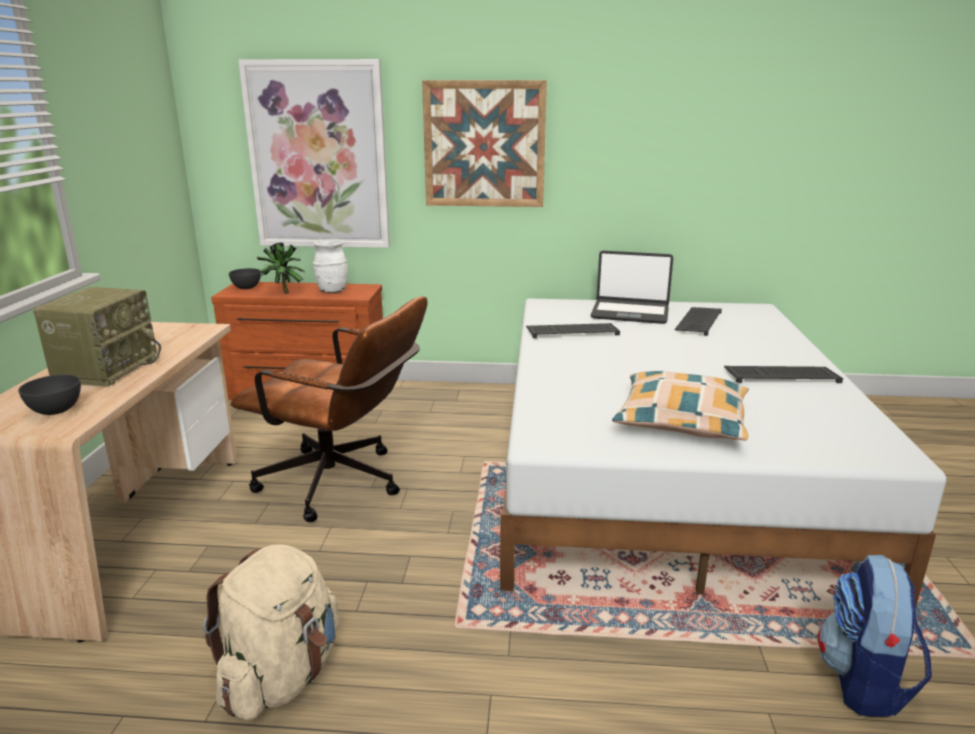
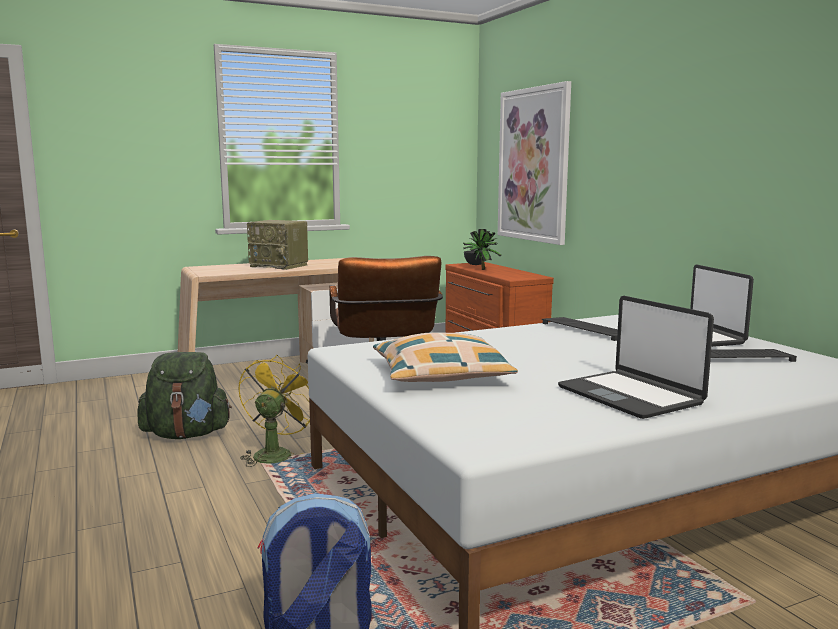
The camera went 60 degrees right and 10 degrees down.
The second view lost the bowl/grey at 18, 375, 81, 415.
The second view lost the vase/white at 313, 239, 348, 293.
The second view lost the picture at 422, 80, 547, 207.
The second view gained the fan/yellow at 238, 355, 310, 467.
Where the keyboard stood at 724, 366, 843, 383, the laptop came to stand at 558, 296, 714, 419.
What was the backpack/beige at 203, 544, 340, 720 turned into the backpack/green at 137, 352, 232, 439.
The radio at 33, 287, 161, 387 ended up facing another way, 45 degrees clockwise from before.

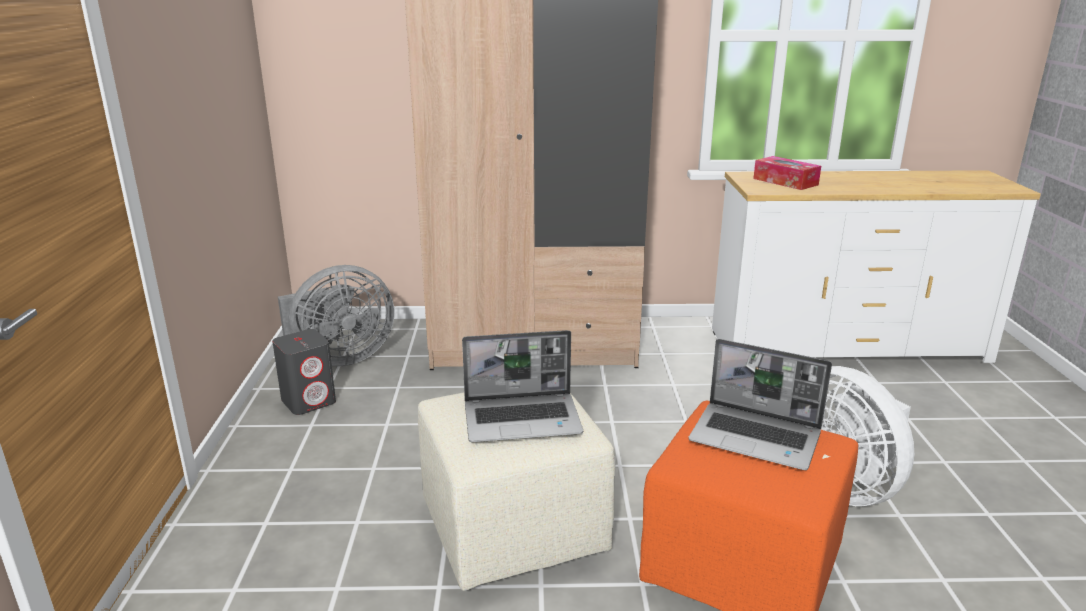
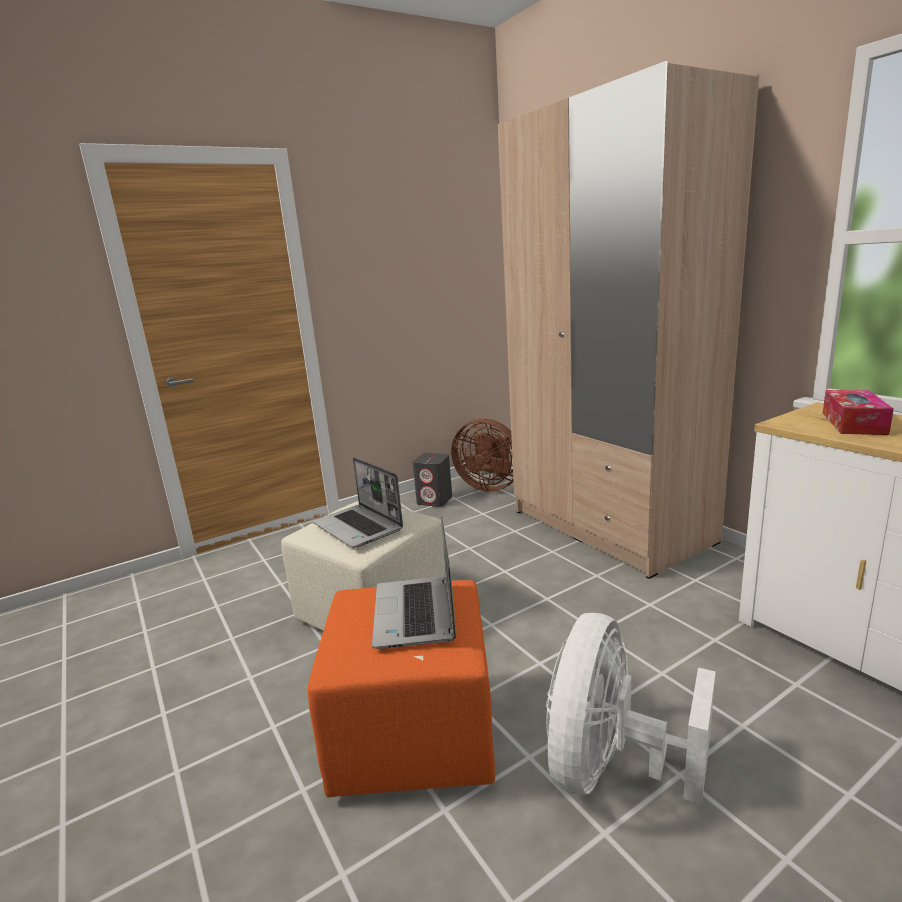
The camera went 60 degrees right and 5 degrees down.
What was the fan/grey at 278, 265, 394, 366 turned into the fan/brown at 451, 419, 513, 492.

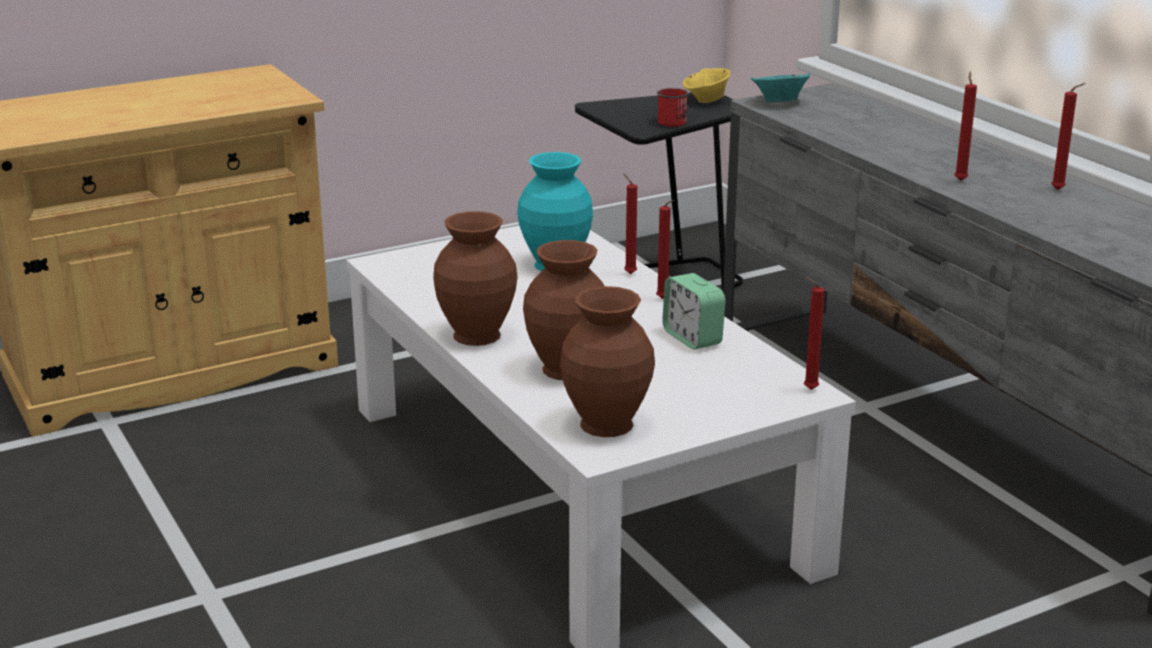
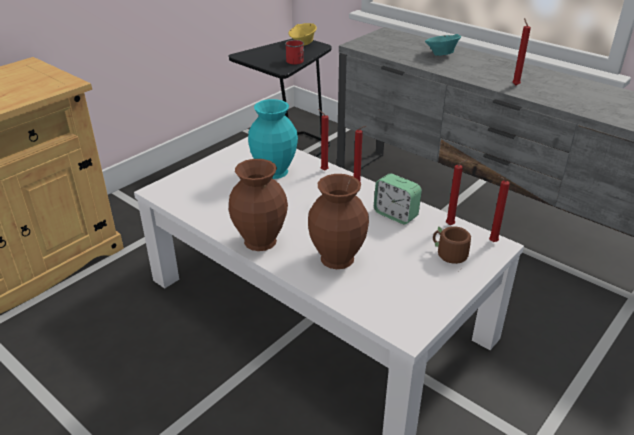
The camera went 20 degrees left and 10 degrees up.
The second view lost the vase/brown at 560, 286, 655, 437.
The second view gained the mug/brown at 433, 226, 471, 272.
The bowl/turquoise ended up elsewhere, having gone from 751, 73, 810, 102 to 425, 34, 461, 56.
The candle/red ended up elsewhere, having gone from 1051, 83, 1085, 190 to 446, 159, 468, 225.

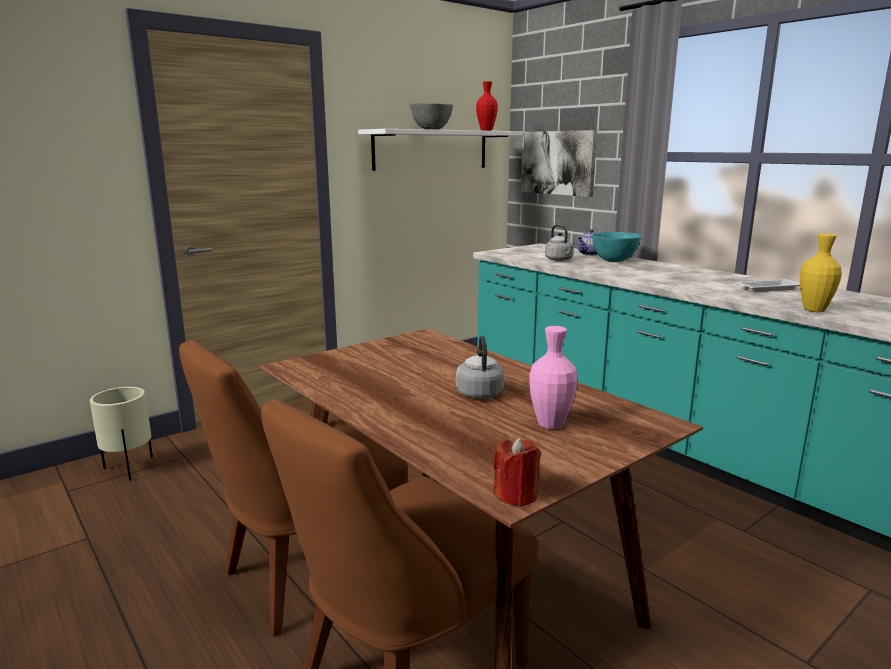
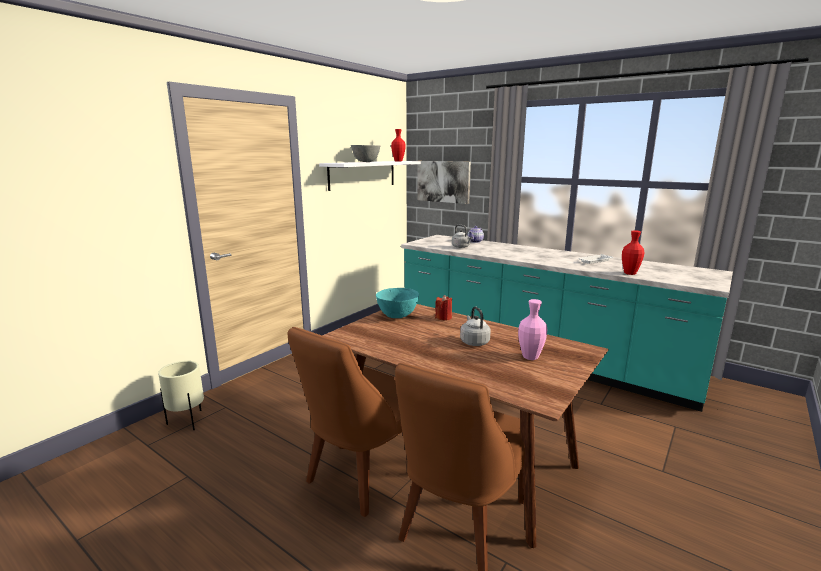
The camera went 15 degrees left and 0 degrees up.
The candle/red ended up elsewhere, having gone from 493, 438, 541, 507 to 435, 295, 452, 320.
The bowl/turquoise ended up elsewhere, having gone from 592, 232, 642, 262 to 376, 288, 419, 318.
What was the vase/yellow at 800, 234, 842, 312 turned into the vase/red at 622, 230, 645, 275.

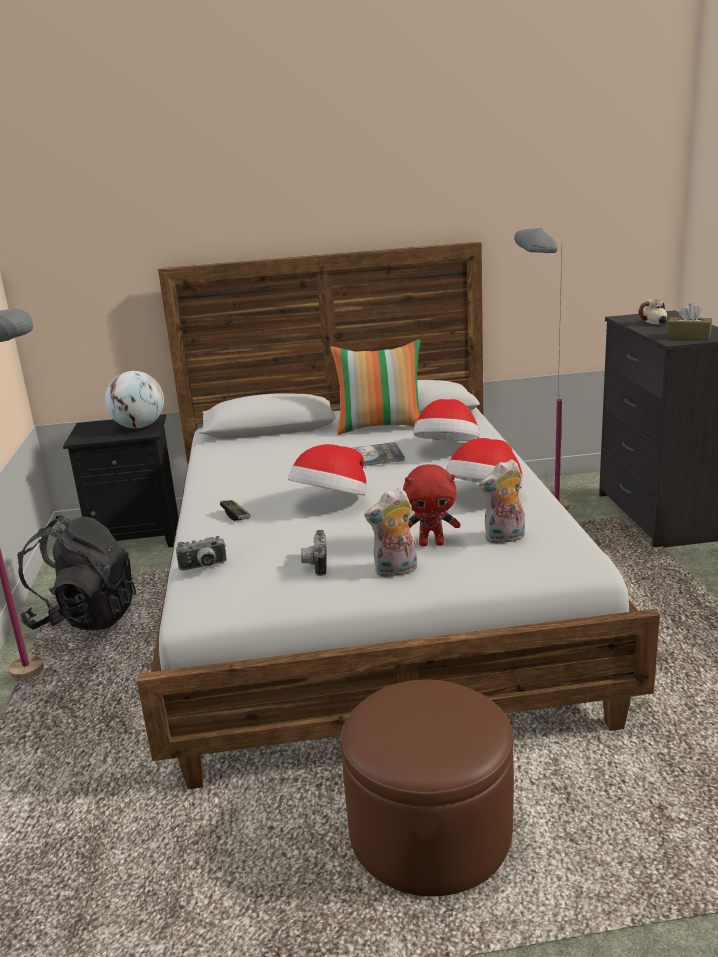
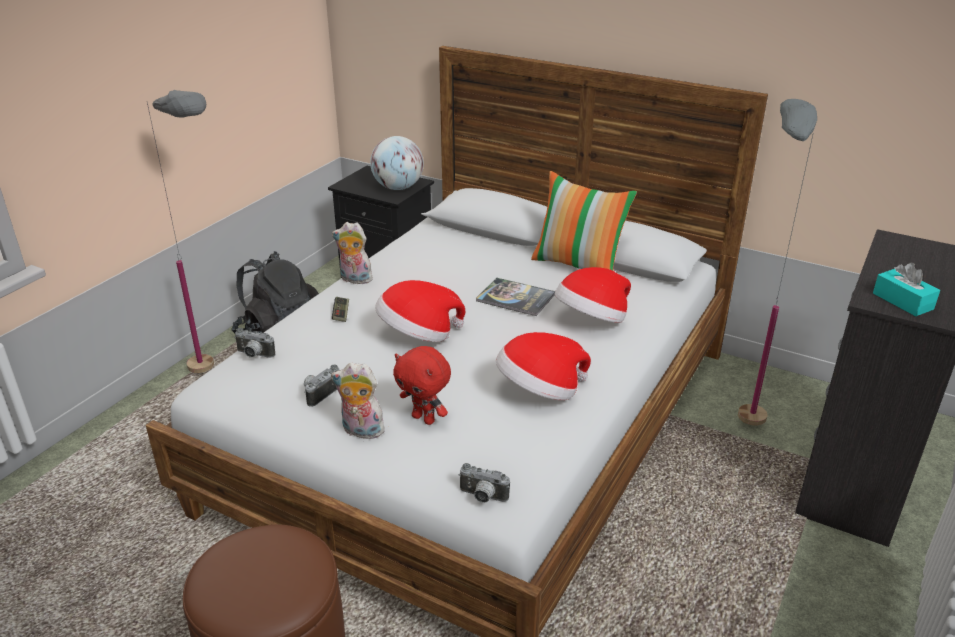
The camera went 35 degrees right and 10 degrees up.
The second view lost the mug at 639, 299, 668, 325.
The second view gained the photo camera at 458, 463, 510, 503.
The plush toy ended up elsewhere, having gone from 479, 459, 525, 544 to 332, 222, 373, 284.
What was the tissue box/brown at 667, 303, 712, 340 turned into the tissue box/turquoise at 873, 263, 940, 316.

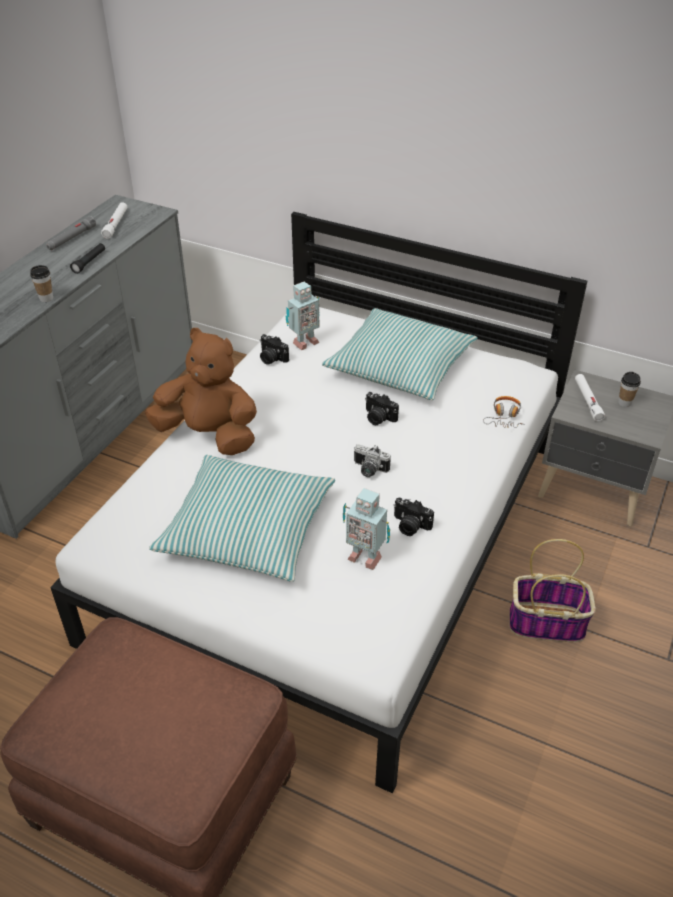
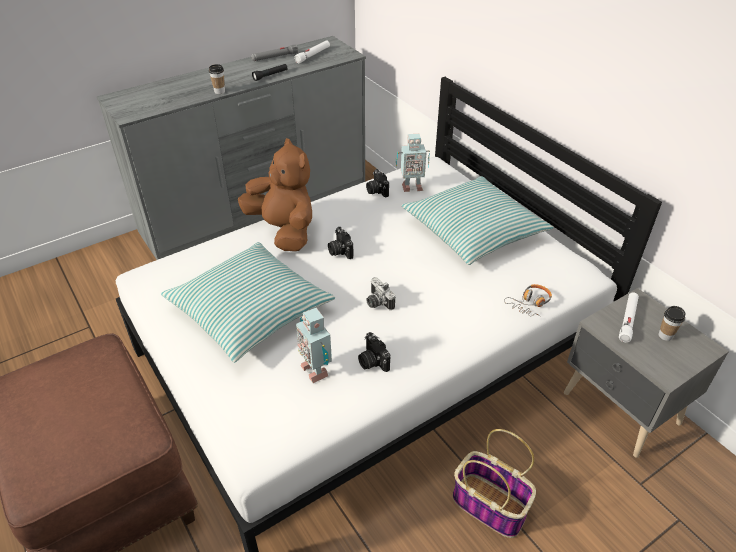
The camera went 30 degrees right and 0 degrees up.
The photo camera ended up elsewhere, having gone from 365, 392, 399, 425 to 328, 227, 354, 259.

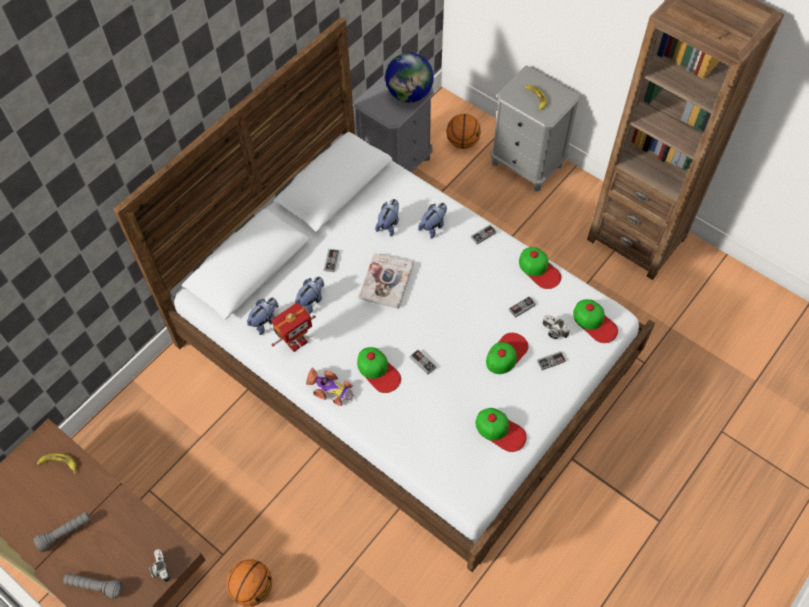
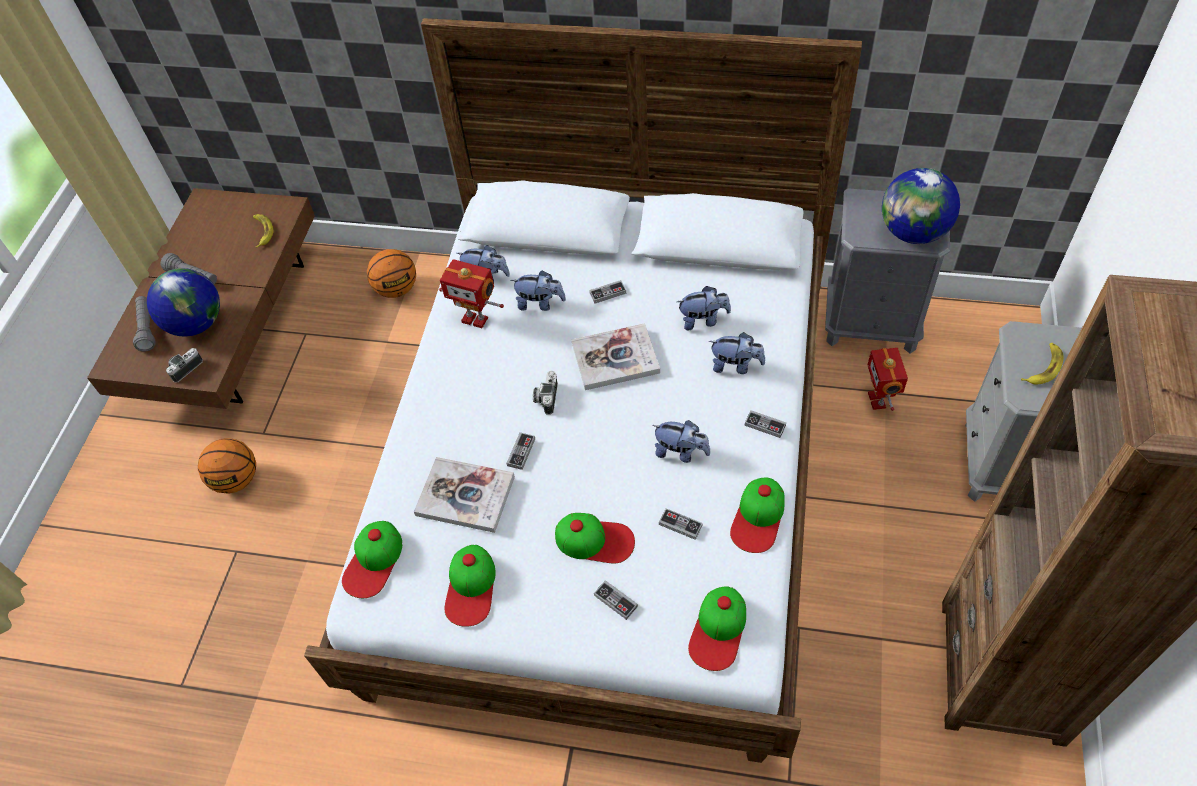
The camera went 65 degrees right and 5 degrees down.
The second view lost the toy car at 306, 367, 355, 406.
The second view gained the globe at 147, 268, 220, 336.
The second view gained the book at 414, 457, 515, 533.
The second view gained the plush toy at 652, 420, 710, 463.
The second view gained the toy robot at 868, 348, 908, 411.
The cap ended up elsewhere, having gone from 357, 347, 401, 393 to 342, 521, 402, 598.
The basketball ended up elsewhere, having gone from 446, 114, 481, 149 to 367, 249, 416, 298.
The photo camera ended up elsewhere, having gone from 542, 315, 570, 339 to 533, 370, 558, 415.

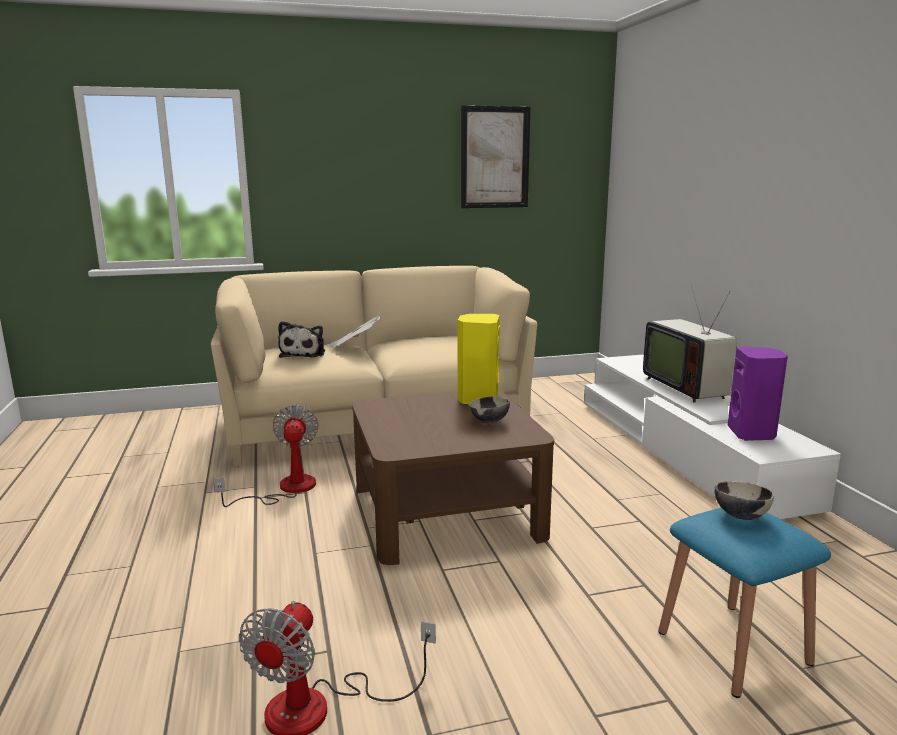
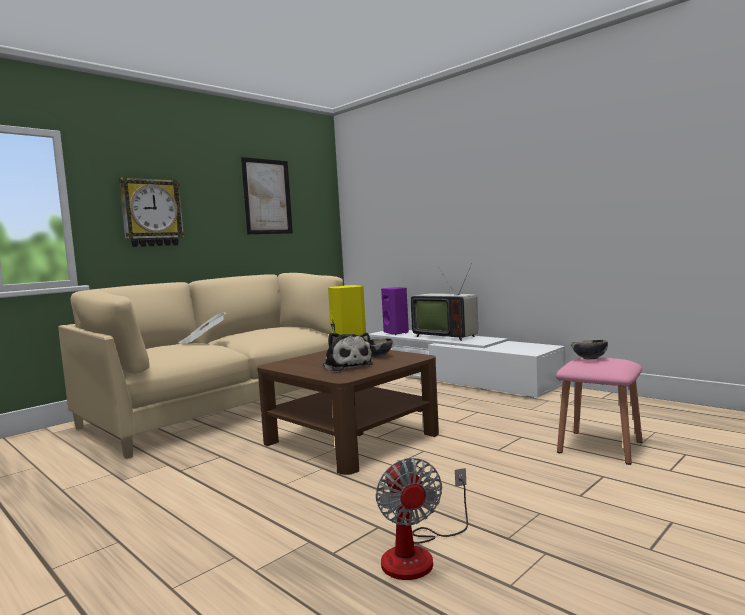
The camera went 30 degrees left and 10 degrees down.
The second view lost the fan at 213, 405, 319, 507.
The second view gained the wall clock at 119, 177, 185, 247.
The plush toy ended up elsewhere, having gone from 278, 321, 325, 358 to 323, 333, 373, 371.
The speaker/purple ended up elsewhere, having gone from 728, 346, 788, 441 to 381, 287, 409, 335.
What was the stool/blue at 658, 508, 831, 698 turned into the stool/pink at 556, 357, 643, 465.

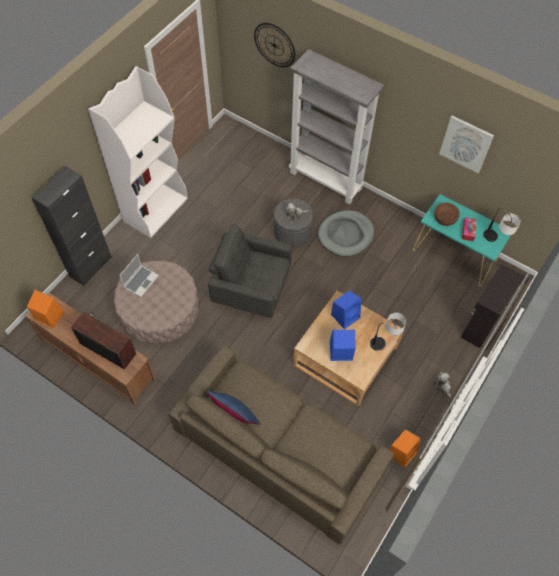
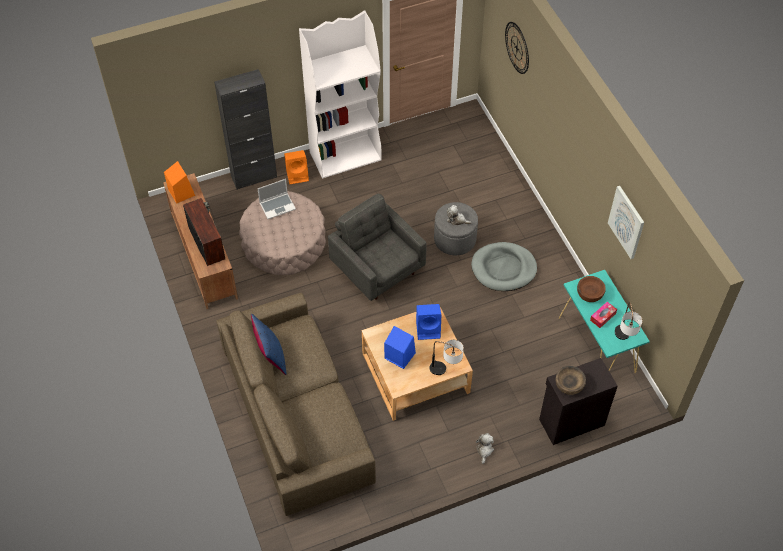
The camera went 35 degrees right and 5 degrees down.
The second view lost the bookcase/grey at 289, 49, 384, 204.
The second view gained the bowl/brown at 555, 366, 586, 395.
The speaker/orange ended up elsewhere, having gone from 389, 429, 421, 468 to 284, 150, 309, 184.

